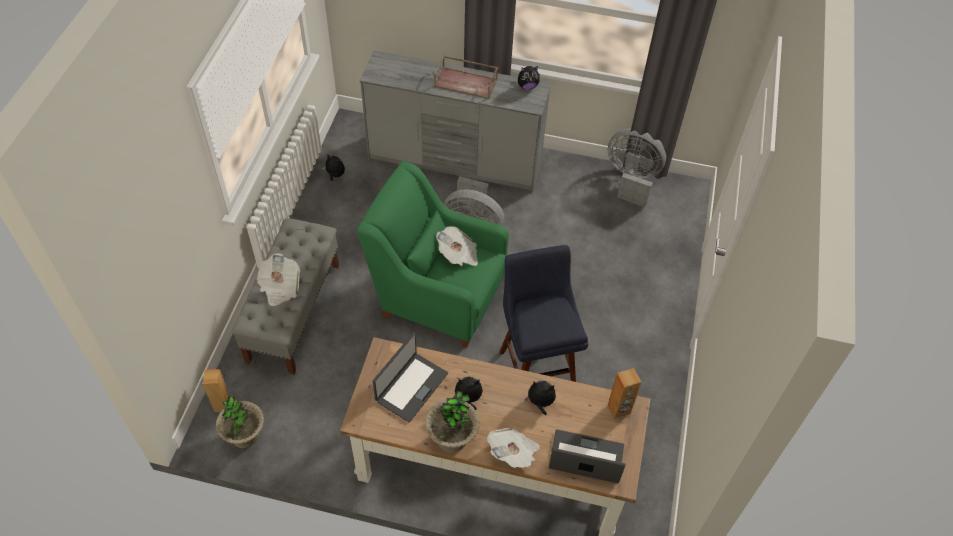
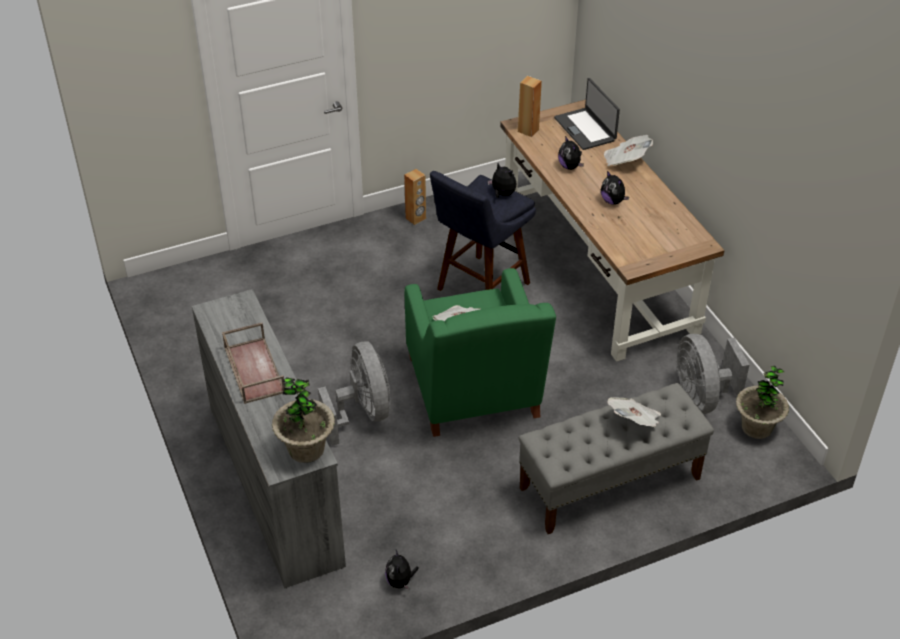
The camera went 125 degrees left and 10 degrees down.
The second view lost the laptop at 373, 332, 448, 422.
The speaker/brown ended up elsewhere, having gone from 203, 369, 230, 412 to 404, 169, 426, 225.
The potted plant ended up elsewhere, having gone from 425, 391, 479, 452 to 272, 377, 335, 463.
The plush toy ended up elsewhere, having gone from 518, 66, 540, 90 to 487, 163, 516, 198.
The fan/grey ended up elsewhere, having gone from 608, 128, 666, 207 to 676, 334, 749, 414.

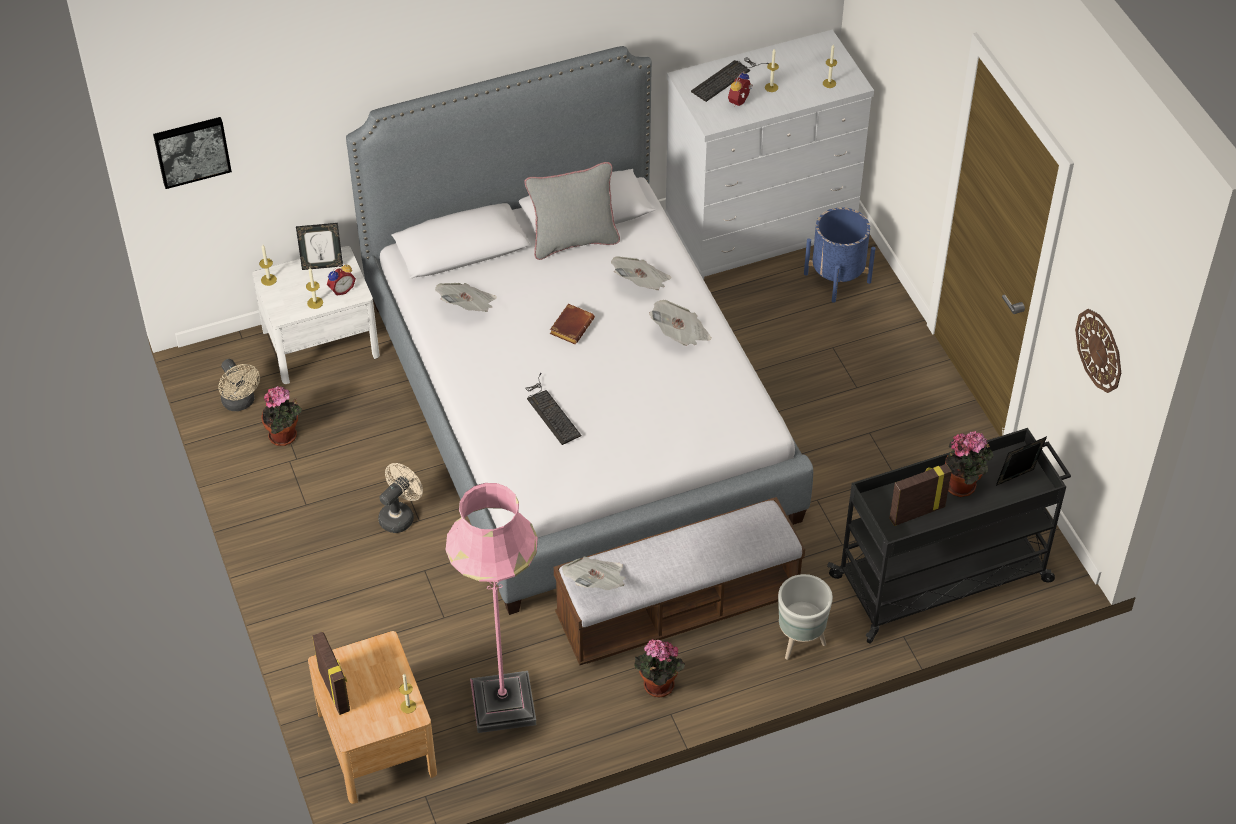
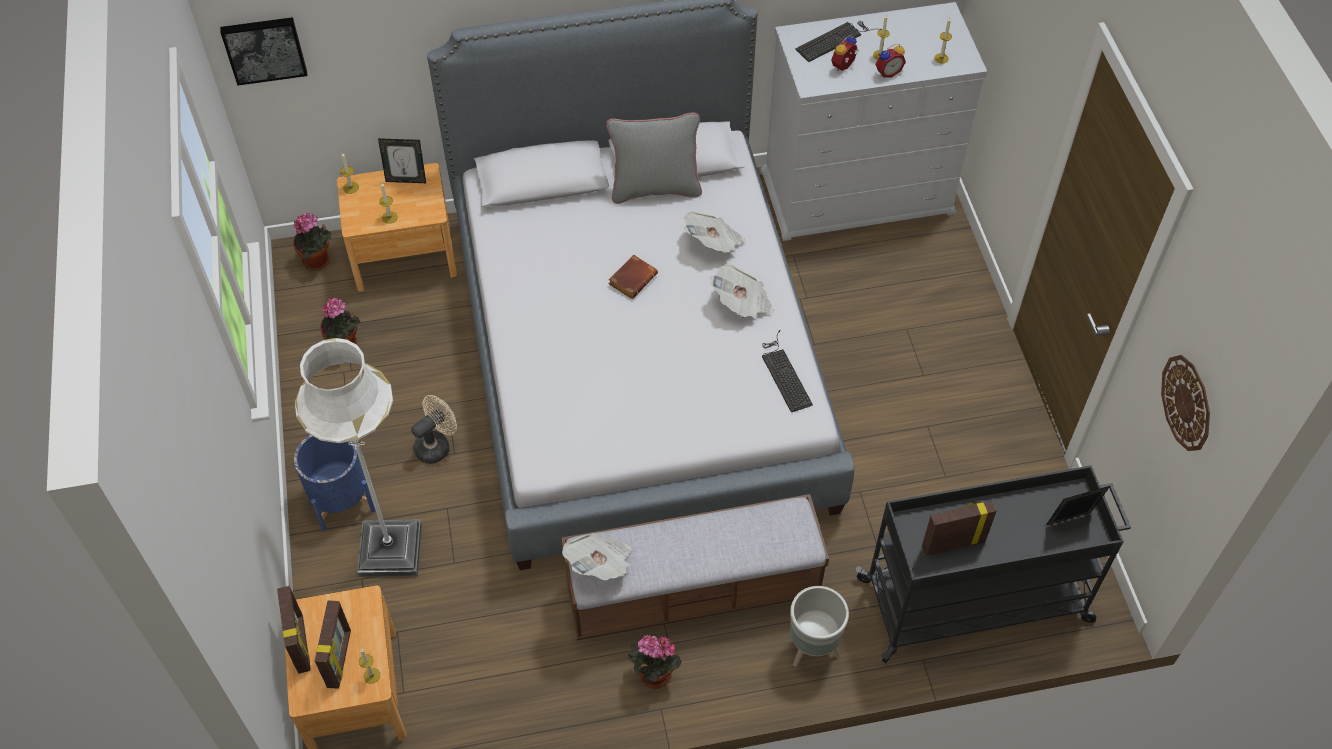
The camera went 10 degrees right and 5 degrees up.
The second view lost the fan/beige at 218, 359, 260, 411.
The second view lost the newspaper at 435, 283, 497, 312.
The second view lost the floor lamp/pink at 446, 483, 538, 733.
The second view gained the floor lamp/white at 295, 338, 422, 577.
The second view gained the picture frame at 315, 600, 351, 689.
The alarm clock ended up elsewhere, having gone from 327, 264, 356, 296 to 875, 44, 906, 78.
The keyboard ended up elsewhere, having gone from 526, 373, 582, 445 to 762, 330, 813, 412.
The planter/blue ended up elsewhere, having gone from 804, 207, 875, 303 to 294, 435, 376, 531.
The potted plant ended up elsewhere, having gone from 945, 431, 994, 497 to 293, 213, 331, 270.
What was the nightstand/white at 252, 246, 380, 384 turned into the nightstand/brown at 337, 163, 457, 292.

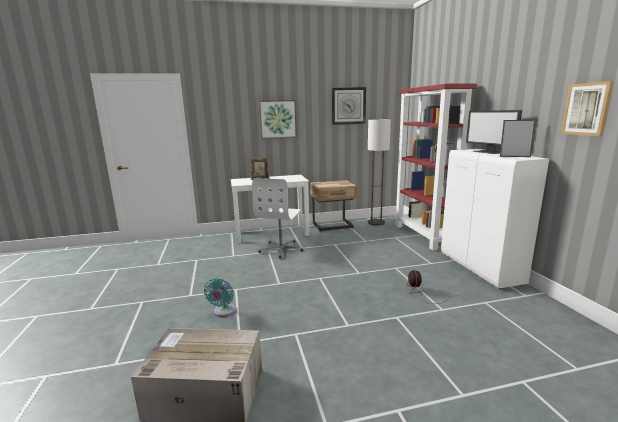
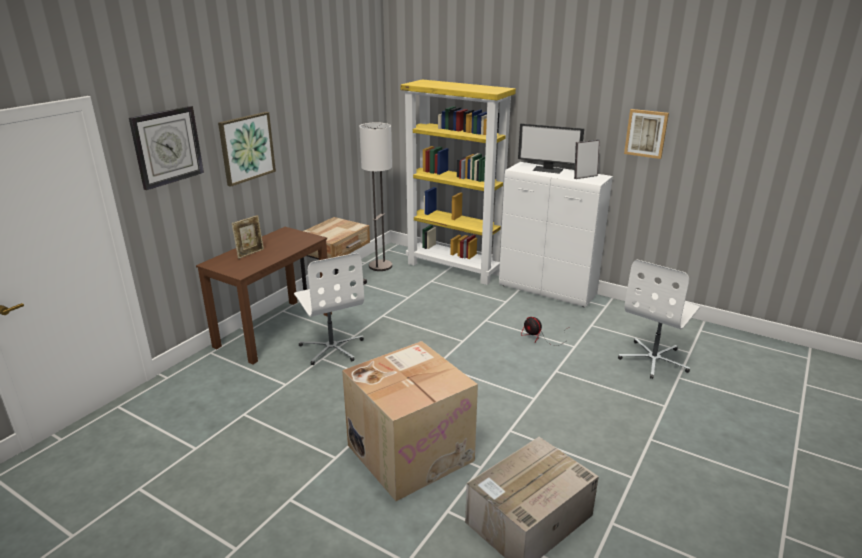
The camera went 45 degrees left and 10 degrees up.
The second view gained the office chair/white at 618, 259, 700, 379.
The wall clock ended up elsewhere, having gone from 332, 87, 366, 125 to 129, 106, 204, 190.
Where the fan/turquoise stood at 204, 278, 236, 317, the cardboard box came to stand at 342, 341, 478, 501.
What was the desk/white at 231, 175, 310, 243 turned into the desk/brown at 196, 227, 332, 365.
What was the bookcase/red at 394, 83, 477, 250 turned into the bookcase/yellow at 400, 79, 516, 285.

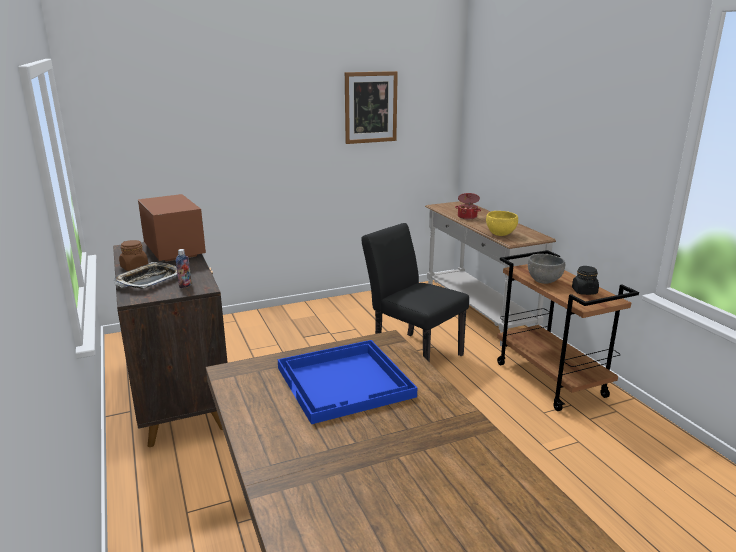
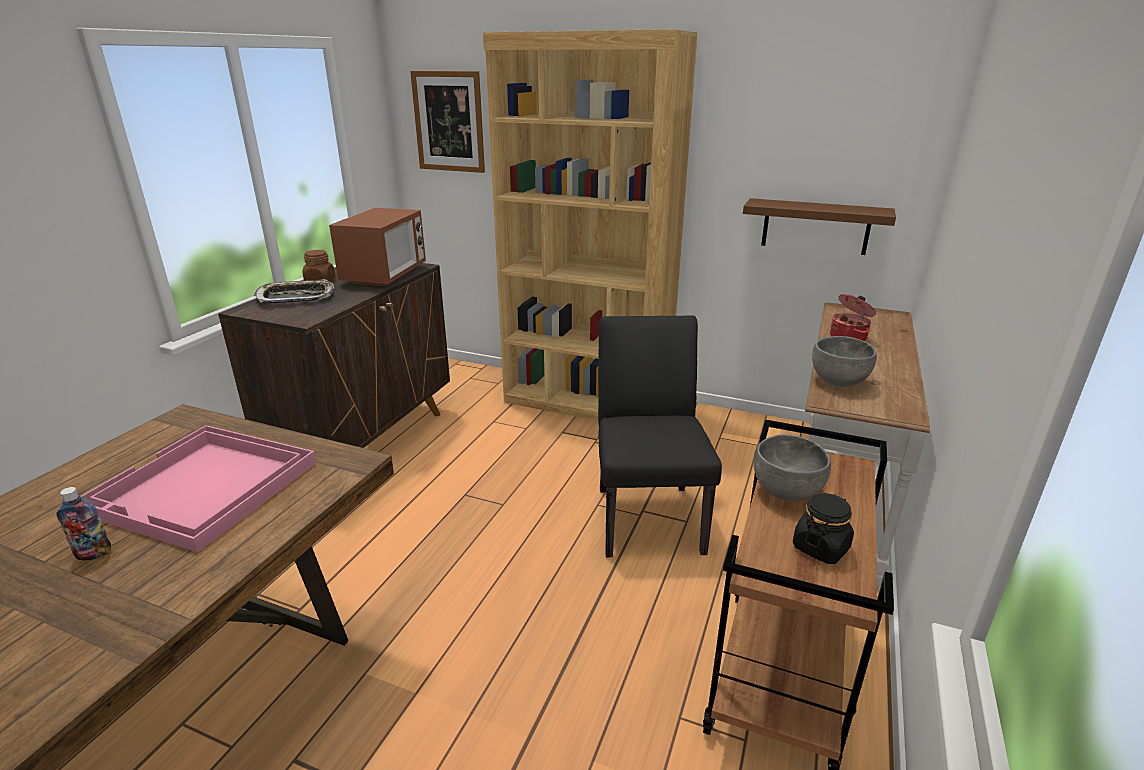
The camera went 45 degrees right and 5 degrees up.
The second view gained the bookcase/brown at 483, 29, 697, 421.
The second view gained the shelf/brown at 743, 198, 896, 255.
The bottle ended up elsewhere, having gone from 176, 249, 192, 288 to 56, 487, 111, 561.
The picture ended up elsewhere, having gone from 345, 71, 398, 144 to 410, 71, 485, 173.
What was the tray/blue at 278, 340, 417, 424 turned into the tray/pink at 81, 425, 316, 552.
What was the bowl/yellow at 486, 211, 518, 236 turned into the bowl/grey at 812, 336, 877, 387.

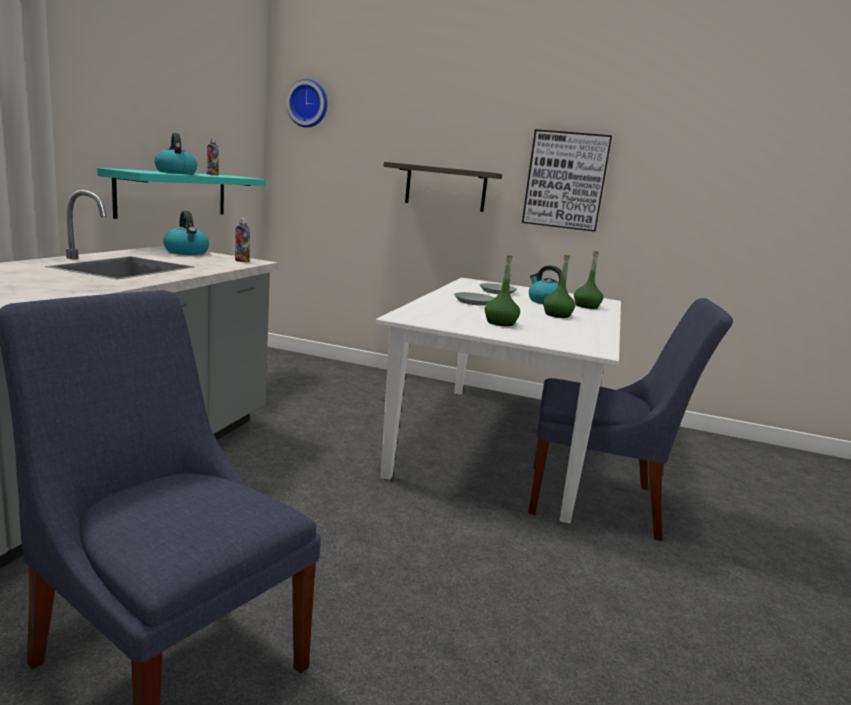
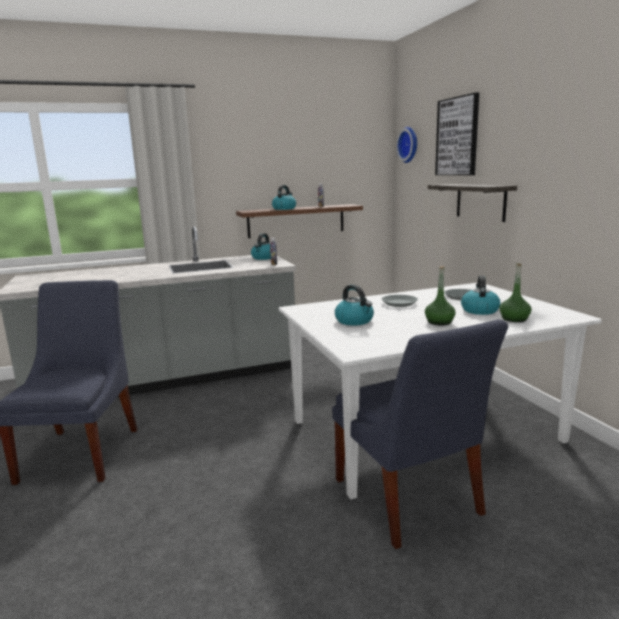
The camera went 55 degrees right and 0 degrees up.
The picture ended up elsewhere, having gone from 522, 129, 612, 232 to 435, 93, 479, 175.
Where the bottle/green stood at 485, 256, 520, 326, the kettle came to stand at 335, 284, 374, 325.
What was the shelf/turquoise at 97, 168, 266, 219 turned into the shelf/brown at 236, 204, 363, 238.

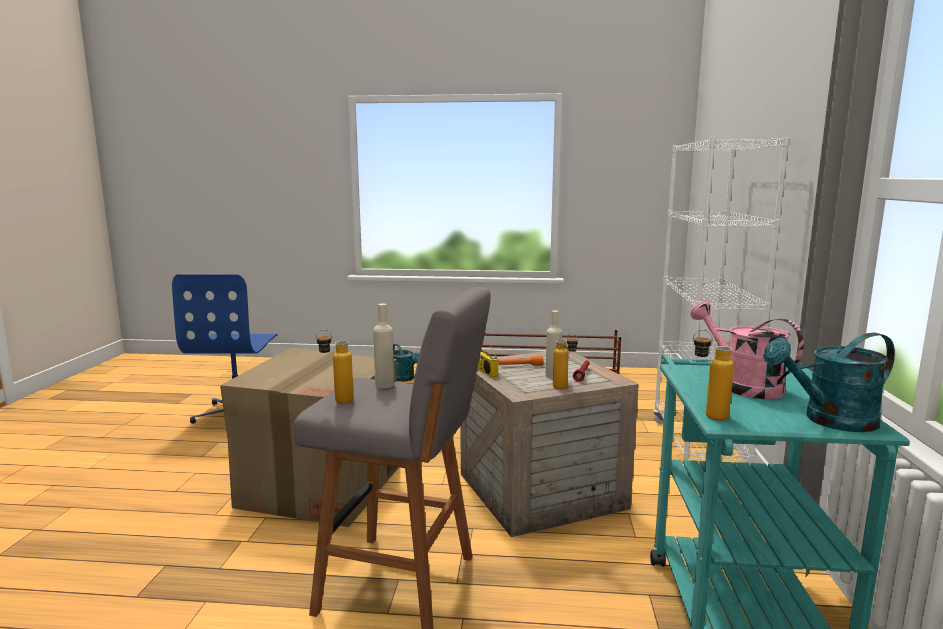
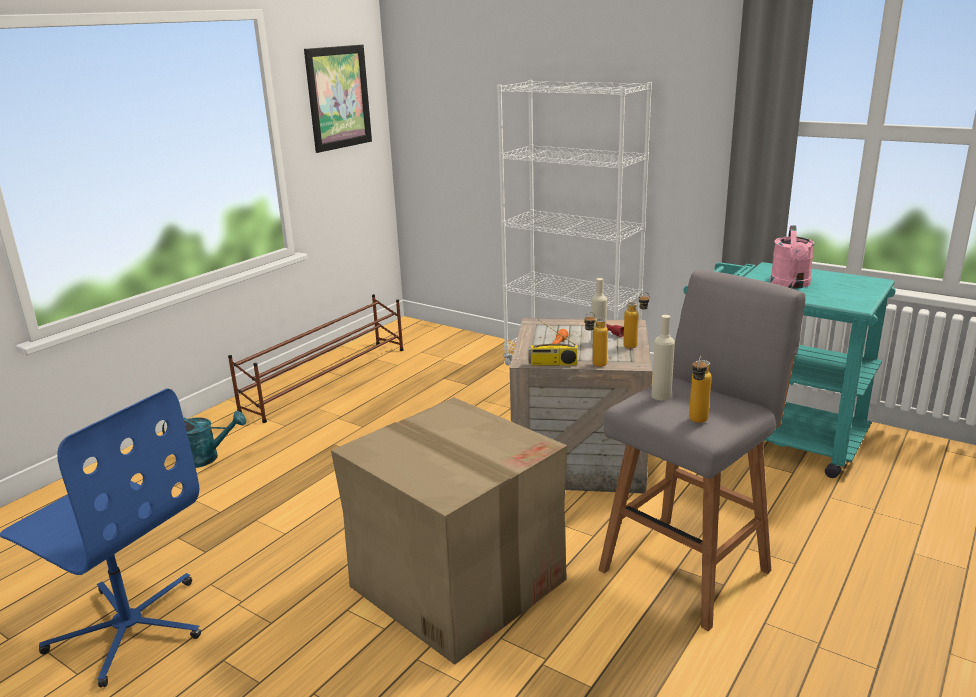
The camera went 60 degrees left and 10 degrees up.
The second view lost the watering can/turquoise at 763, 332, 895, 432.
The second view gained the picture at 304, 45, 372, 153.
The bottle ended up elsewhere, having gone from 693, 329, 734, 421 to 584, 312, 608, 367.
The watering can/pink at 690, 301, 804, 399 ended up facing another way, 75 degrees counterclockwise from before.

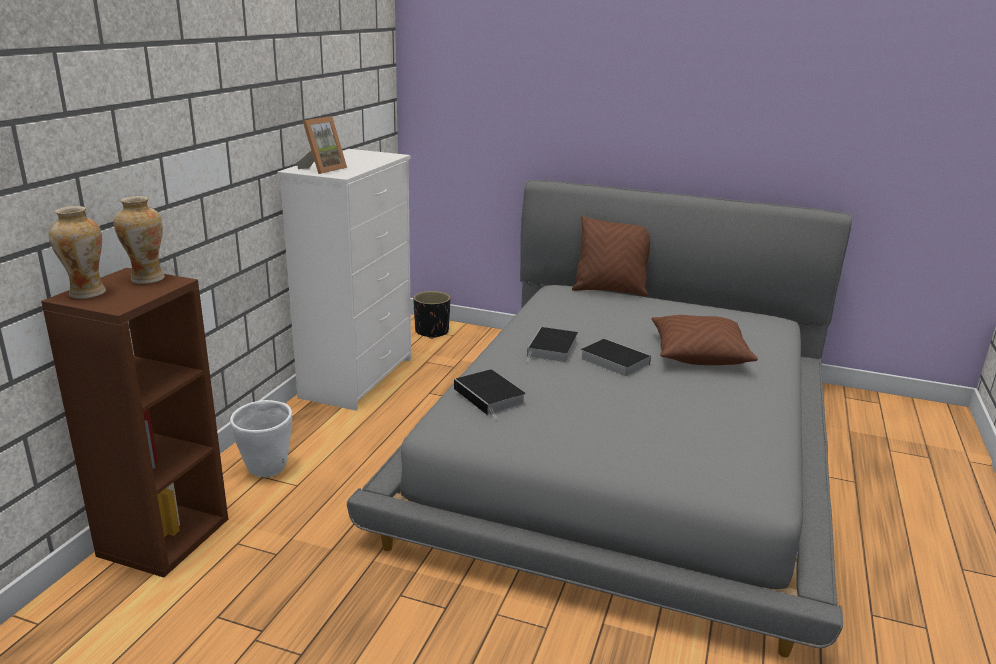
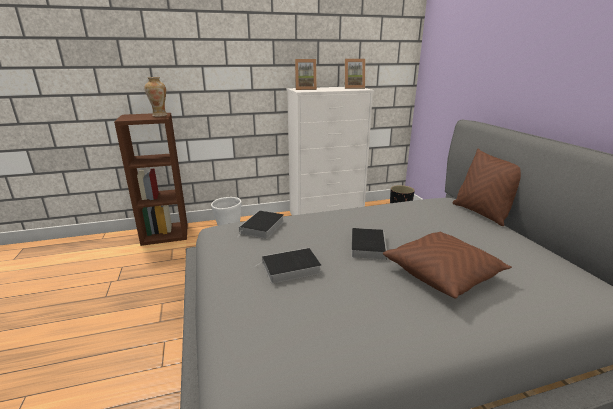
The camera went 55 degrees right and 0 degrees up.
The second view lost the vase at 48, 206, 106, 299.
The second view gained the picture frame at 344, 59, 365, 89.
The book ended up elsewhere, having gone from 527, 327, 578, 363 to 255, 248, 321, 284.

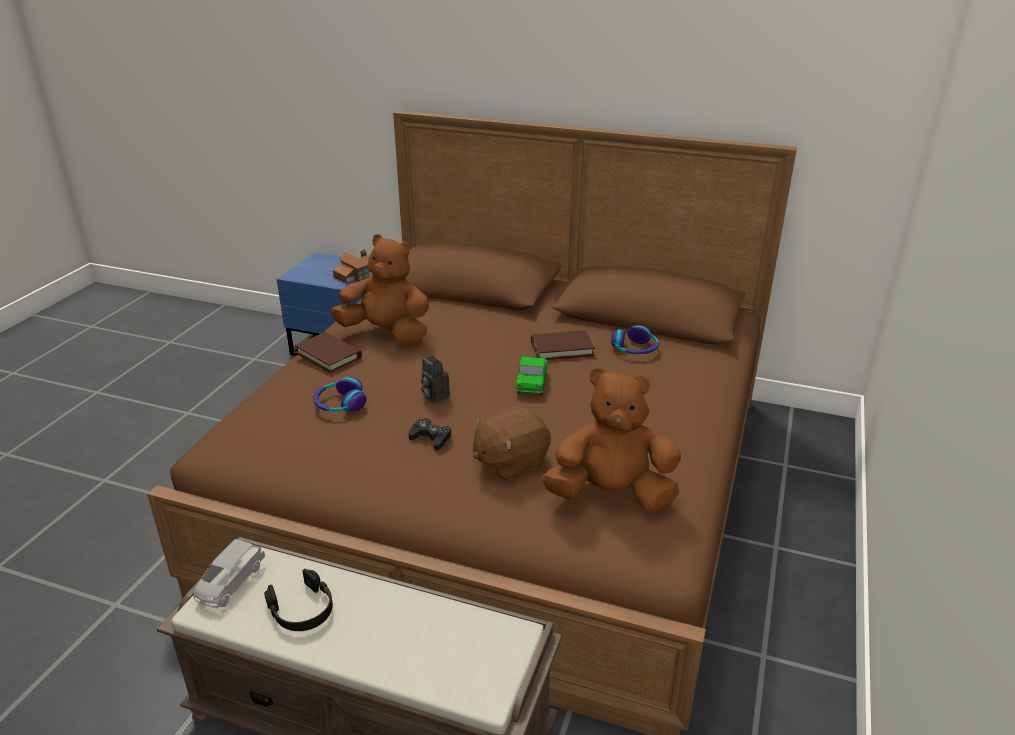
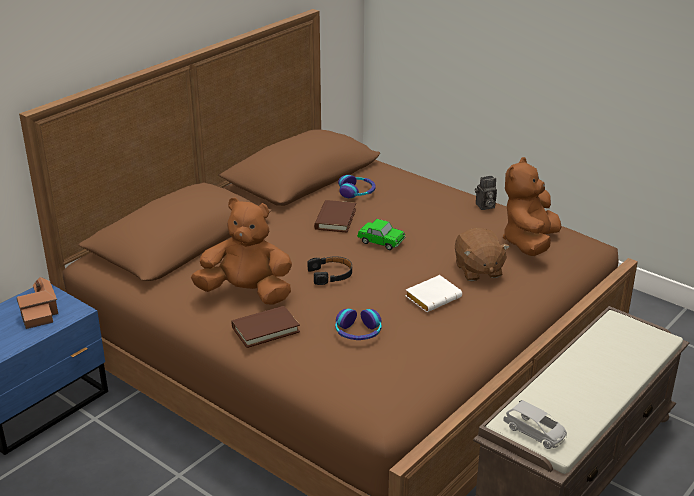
The camera went 70 degrees left and 0 degrees up.
The headphones/black ended up elsewhere, having gone from 264, 569, 333, 631 to 307, 256, 352, 285.
The photo camera ended up elsewhere, having gone from 421, 356, 450, 404 to 475, 176, 497, 210.
Where the game controller/black stood at 409, 418, 452, 451, the book/white came to stand at 405, 275, 462, 312.
The plush toy/brown at 331, 234, 429, 345 ended up facing another way, 60 degrees clockwise from before.

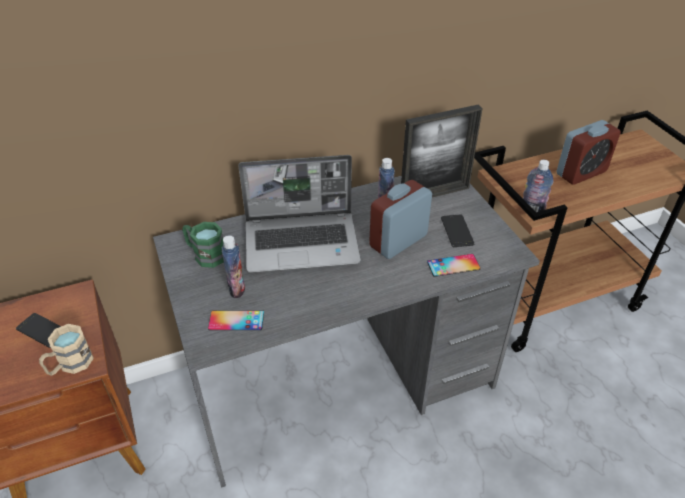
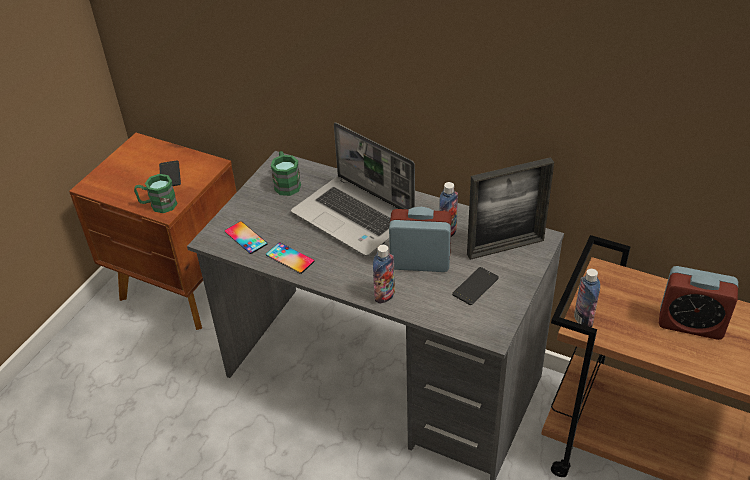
The camera went 50 degrees right and 0 degrees up.
The bottle ended up elsewhere, having gone from 222, 236, 245, 298 to 373, 245, 395, 304.
The phone ended up elsewhere, having gone from 427, 254, 480, 277 to 266, 243, 315, 274.
What was the mug/beige at 39, 324, 94, 376 turned into the mug/green at 134, 174, 178, 213.
The picture frame at 401, 104, 483, 198 ended up facing another way, 45 degrees counterclockwise from before.

